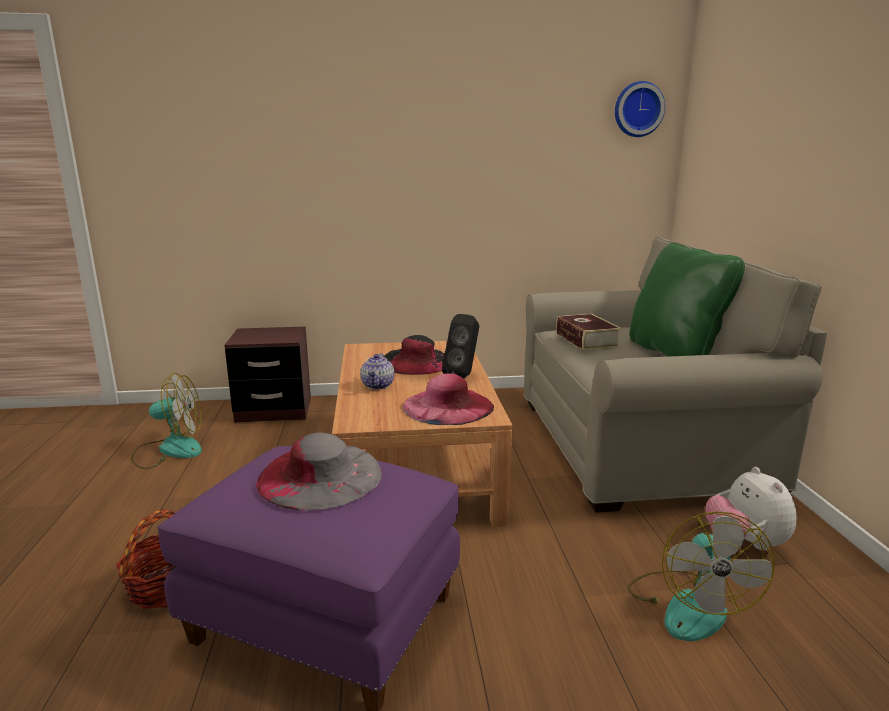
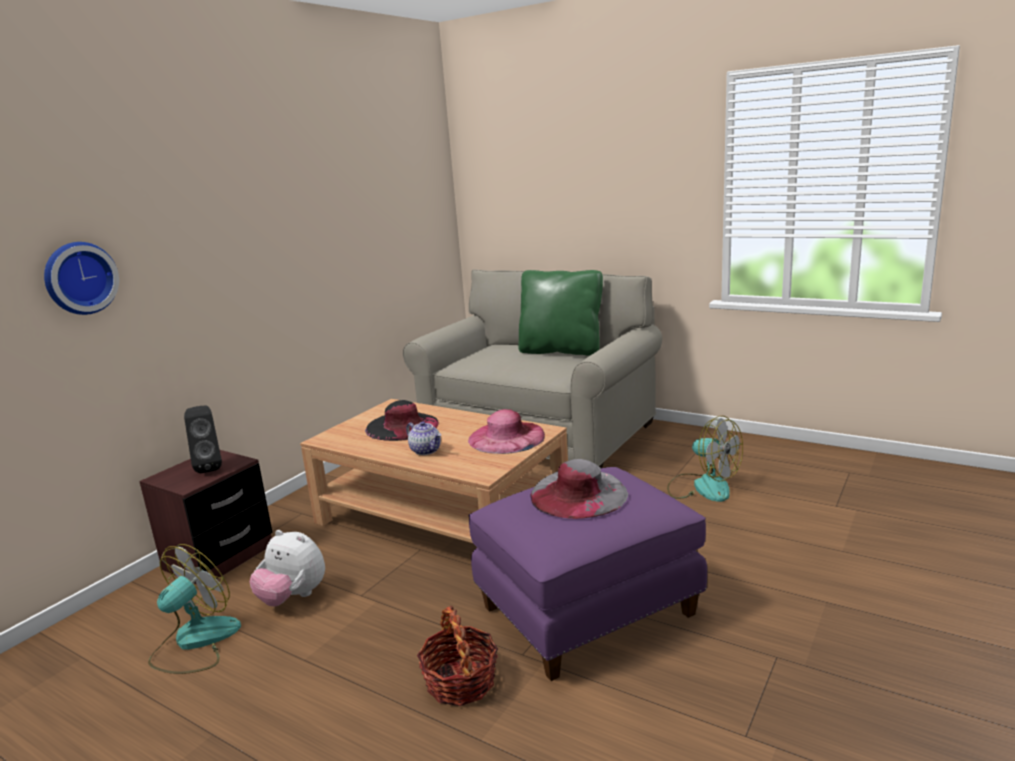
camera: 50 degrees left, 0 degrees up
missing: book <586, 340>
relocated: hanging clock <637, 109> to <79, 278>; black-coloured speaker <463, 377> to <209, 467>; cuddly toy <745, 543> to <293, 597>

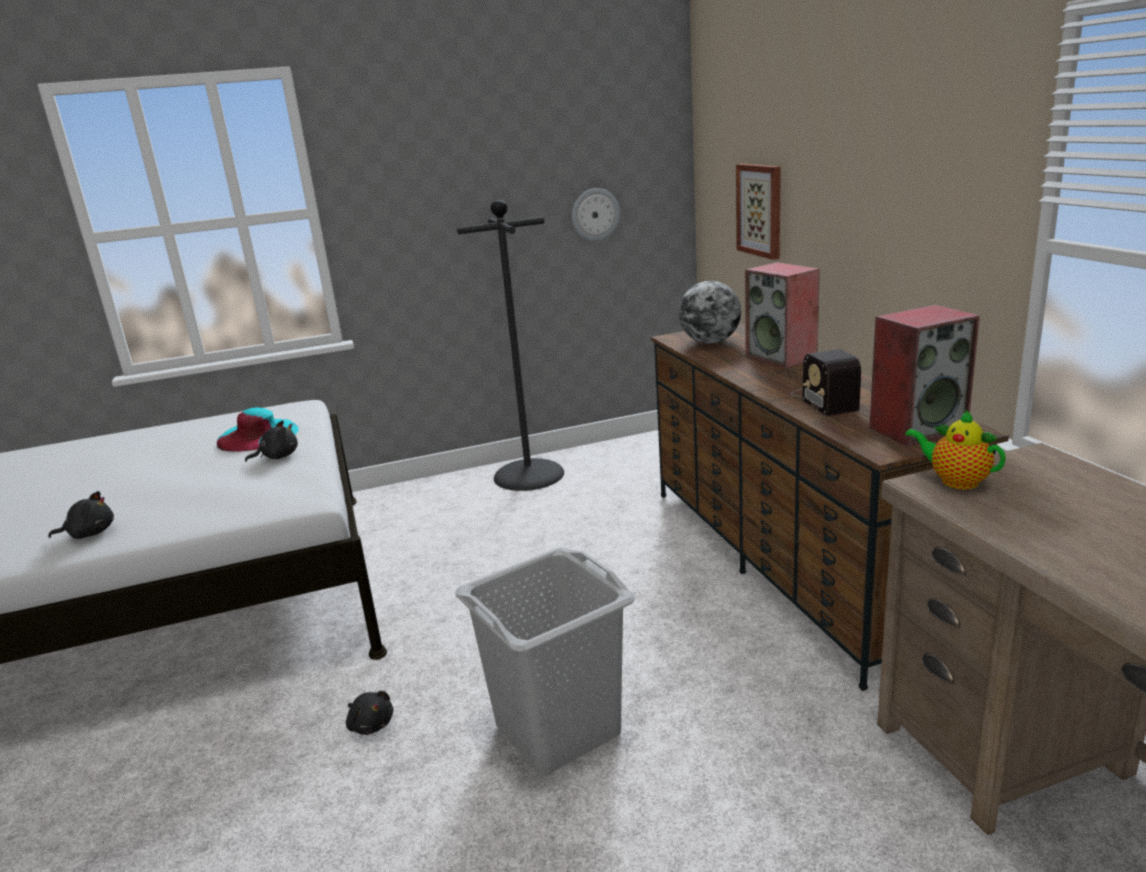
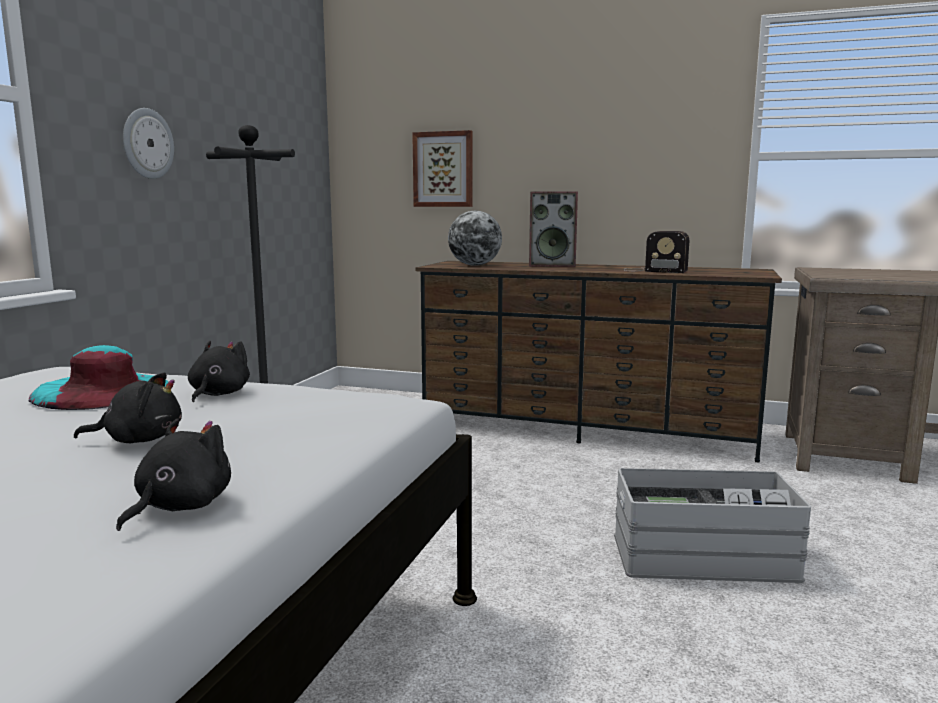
camera: 55 degrees left, 10 degrees down
missing: speaker <917, 428>; tea pot <955, 481>
relocated: hanging clock <595, 214> to <147, 143>; black-coloured cuddly toy <371, 724> to <139, 440>
exchanged: gray hamper <559, 729> to gray storage container <703, 555>

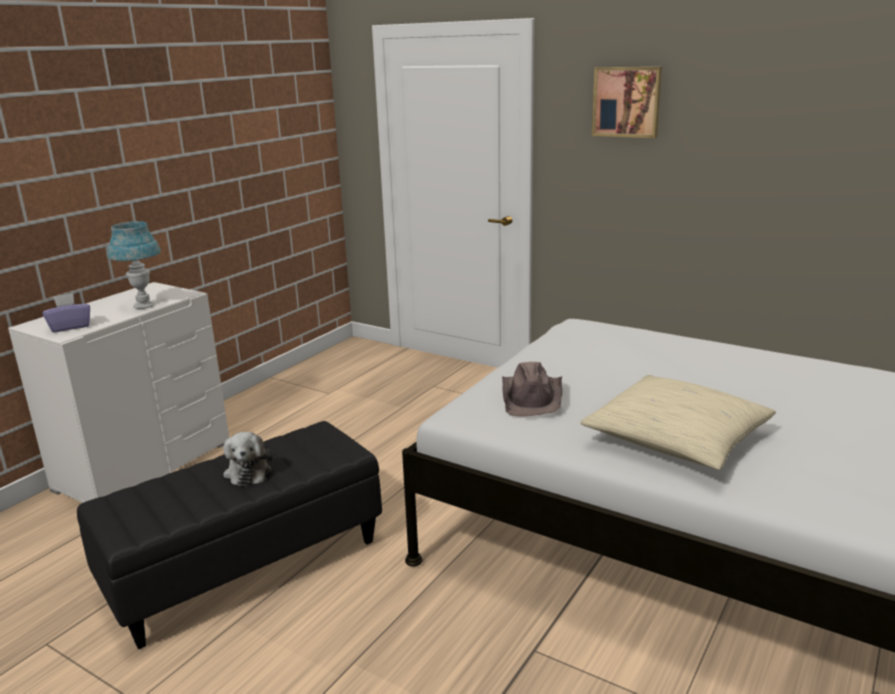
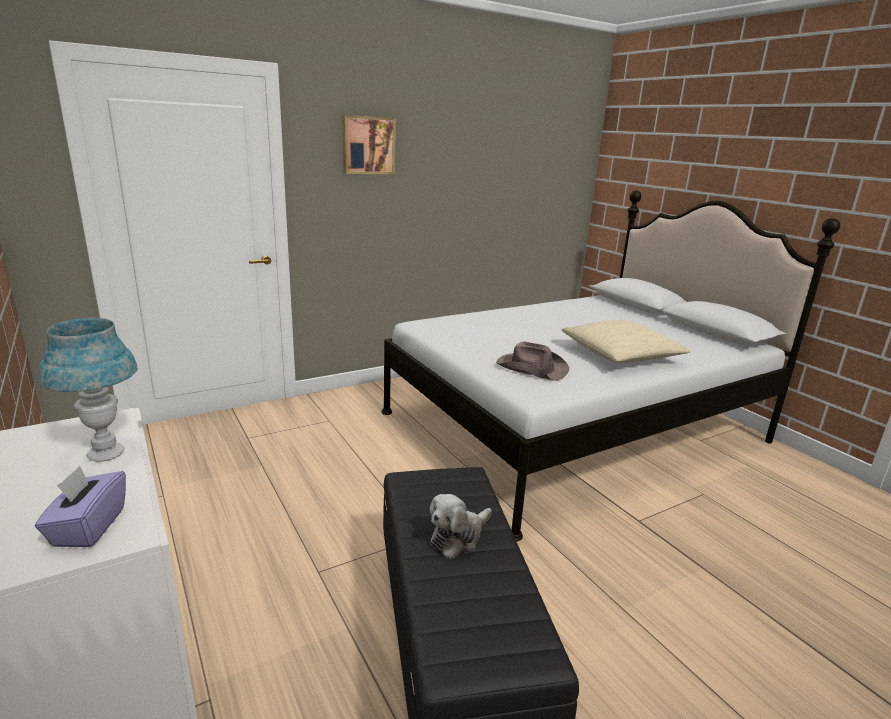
camera: 65 degrees left, 0 degrees up
spun: cuddly toy <248, 471> = <458, 537> 120 degrees clockwise

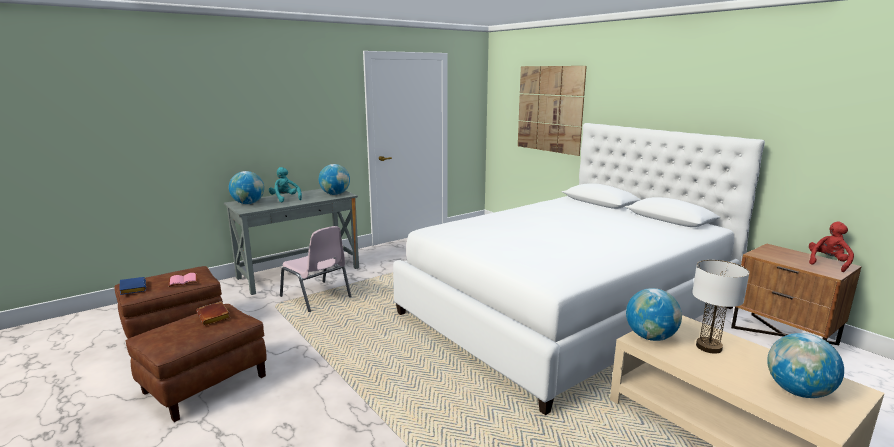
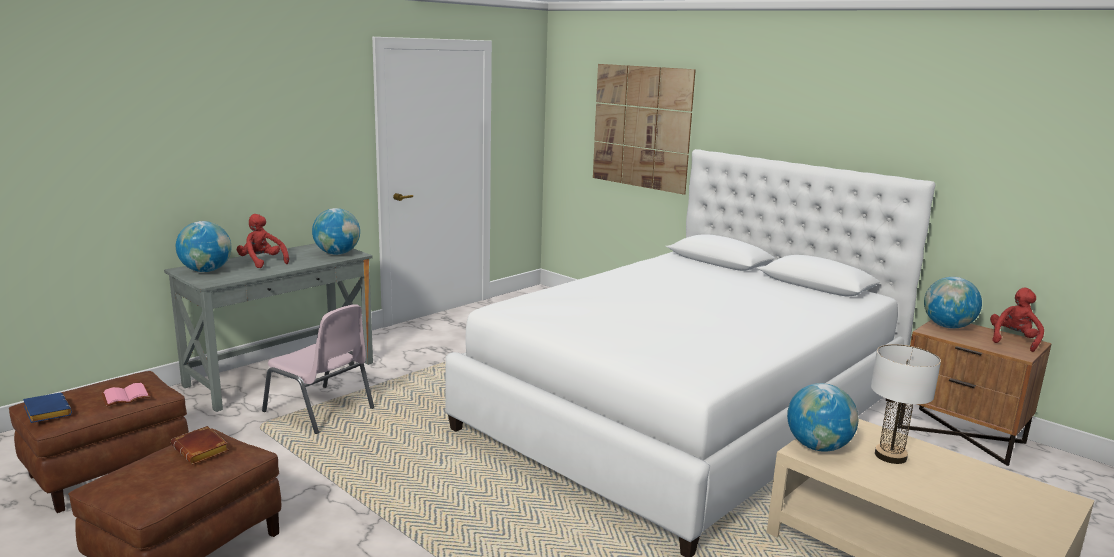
camera: 10 degrees left, 0 degrees up
relocated: desk globe <797, 392> to <947, 326>
colour: turquoise cuddly toy <285, 199> to red cuddly toy <262, 262>

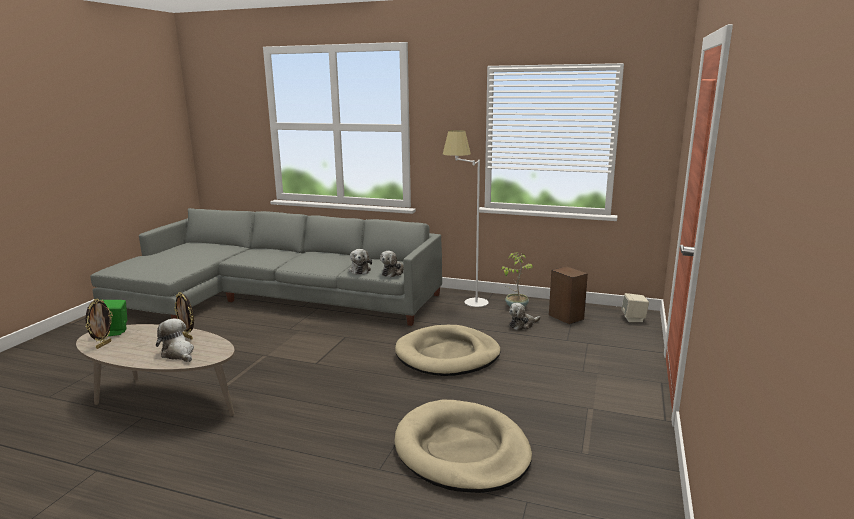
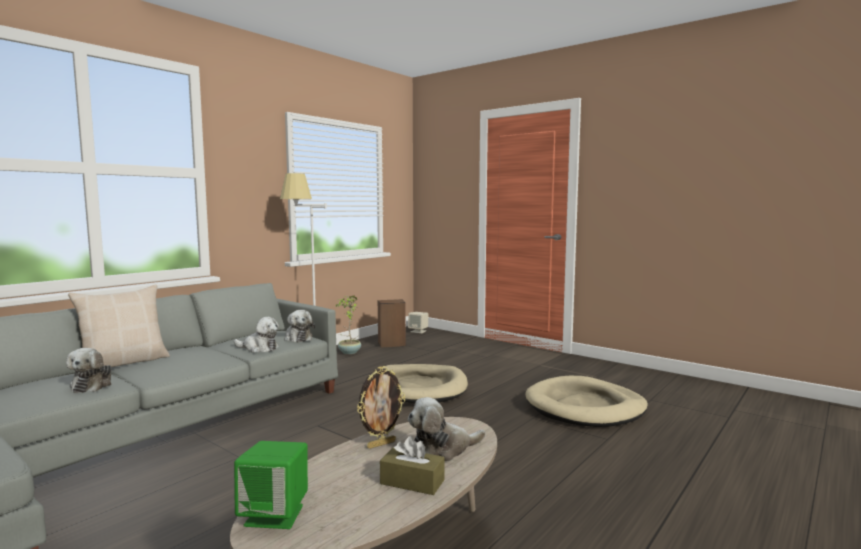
camera: 70 degrees left, 10 degrees down
missing: picture frame <103, 345>
appeared: beige pillow <124, 362>; brown-coloured tissue holder <412, 482>
relocated: cuddly toy <522, 325> to <93, 385>

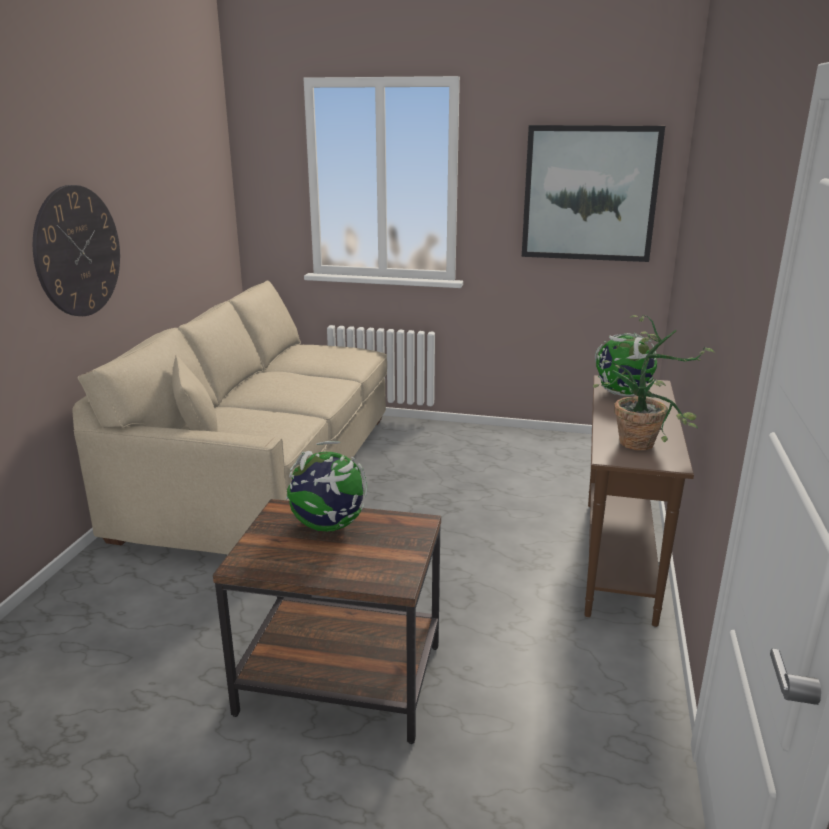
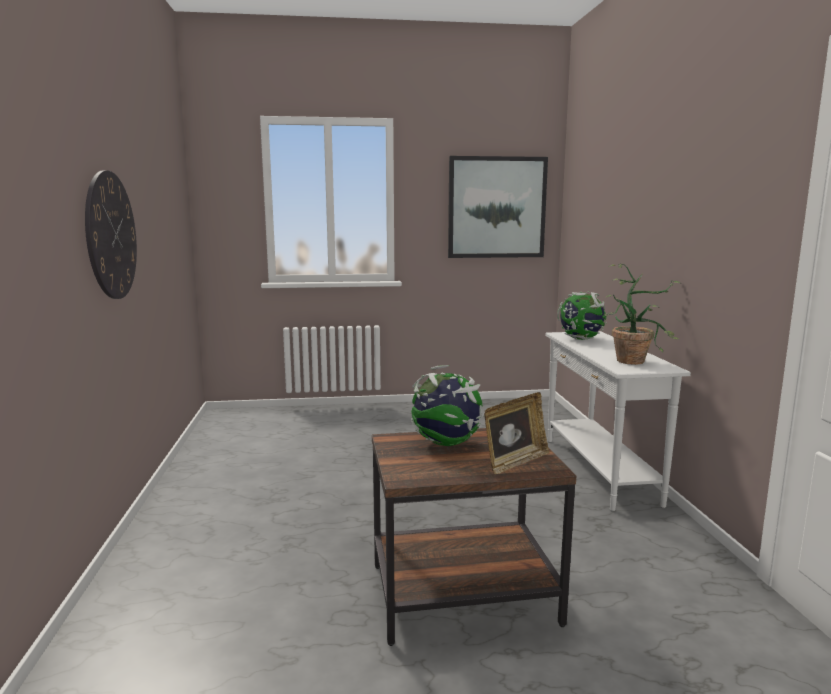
camera: 20 degrees left, 10 degrees down
missing: beige couch <266, 470>
appeared: picture frame <514, 462>
colour: brown-coloured hall table <620, 559> to white-coloured hall table <601, 471>

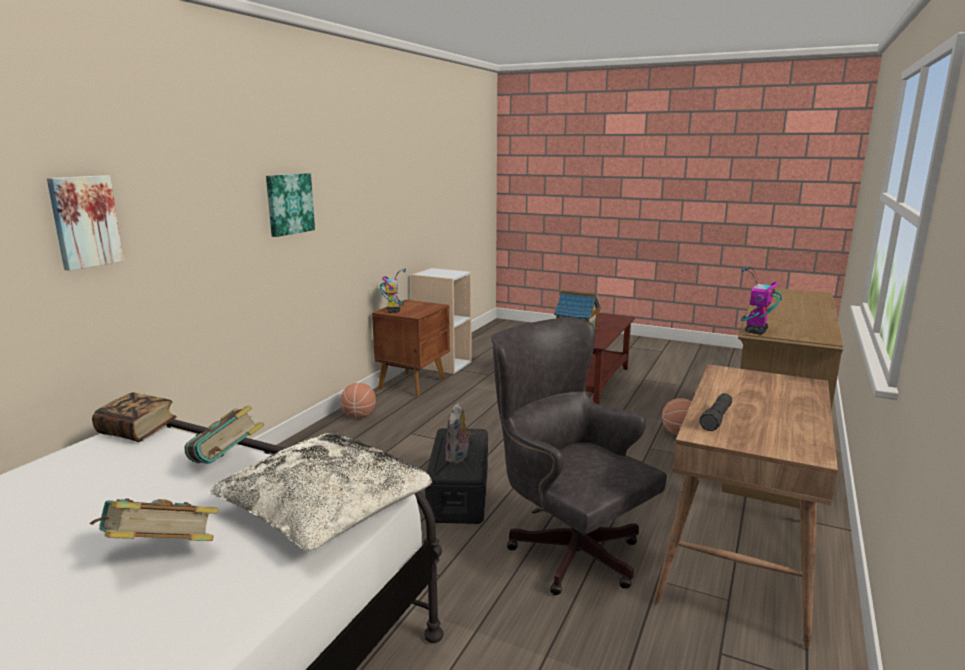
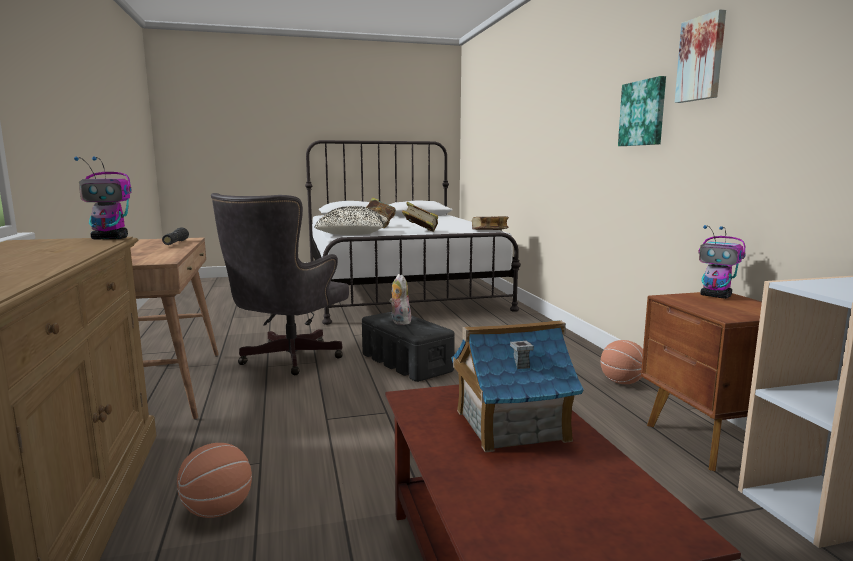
camera: 140 degrees right, 5 degrees down
relocated: wall picture <84, 221> to <702, 59>
spun: robot figure <756, 331> = <111, 238> 90 degrees clockwise; gray desk chair <569, 550> = <288, 360> 105 degrees clockwise

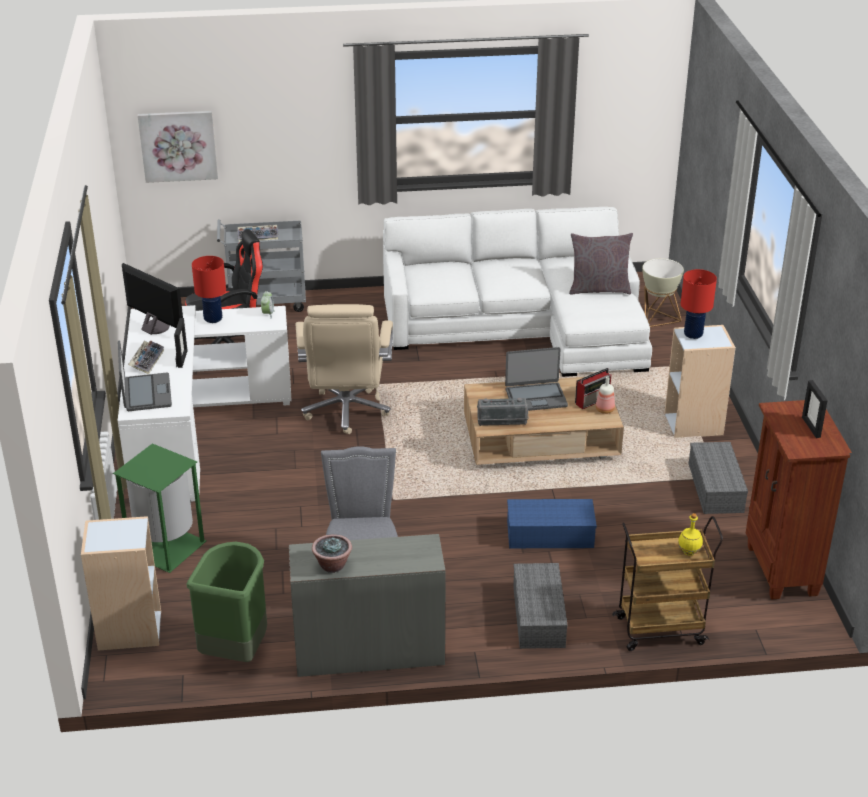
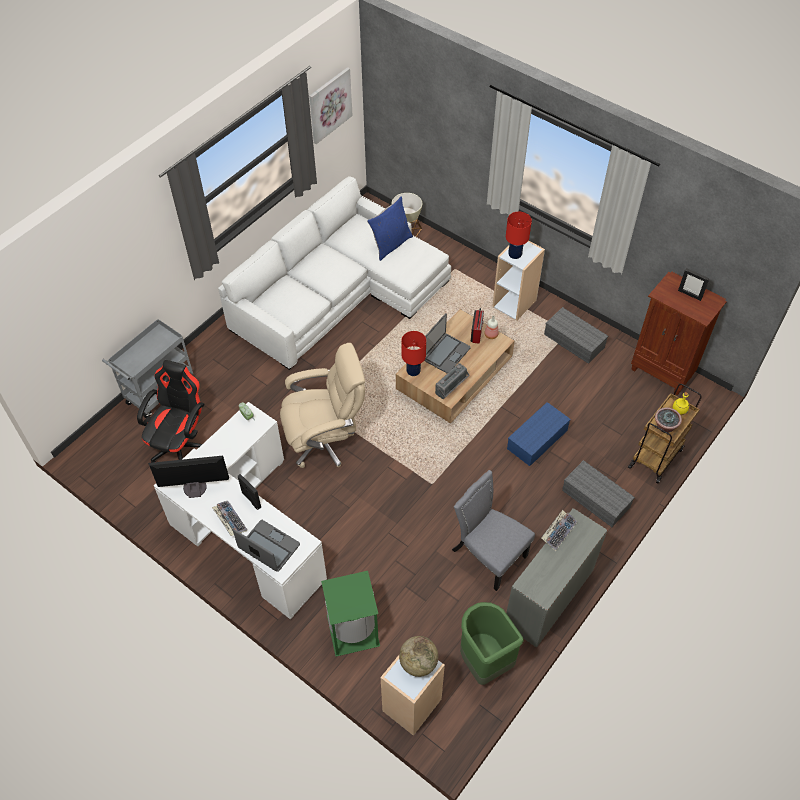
camera: 45 degrees left, 20 degrees up
appeared: desk globe <418, 663>
relocated: wall picture <178, 145> to <329, 105>; computer keyboard <258, 236> to <558, 531>; red table lamp <213, 320> to <413, 372>; houseplant <332, 565> to <664, 427>
colour: gray pillow <599, 289> to blue pillow <390, 244>
spun: beige desk chair <346, 414> = <325, 442> 60 degrees counterclockwise

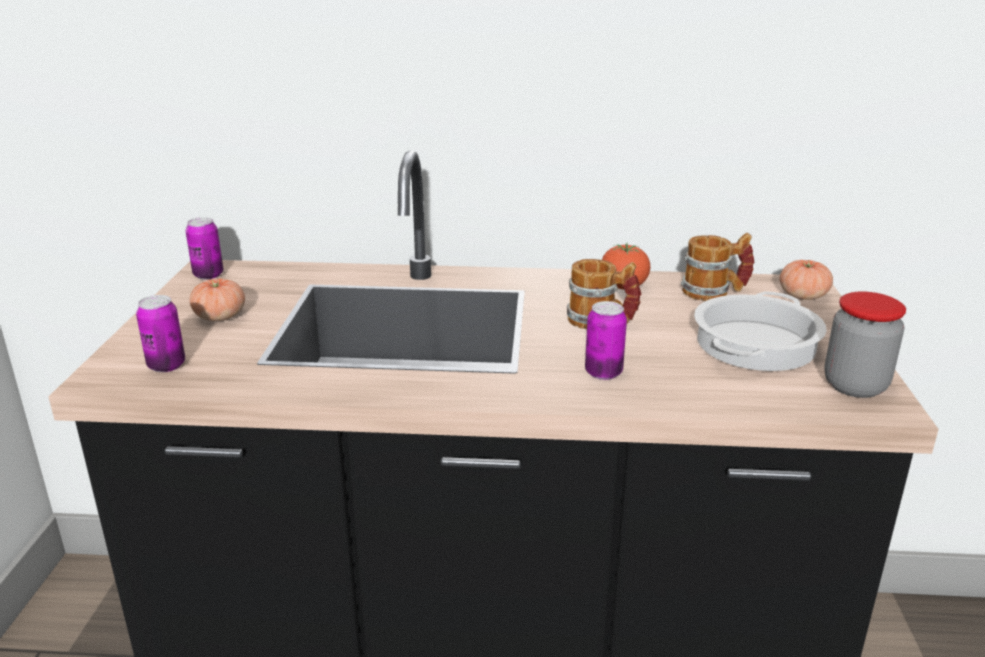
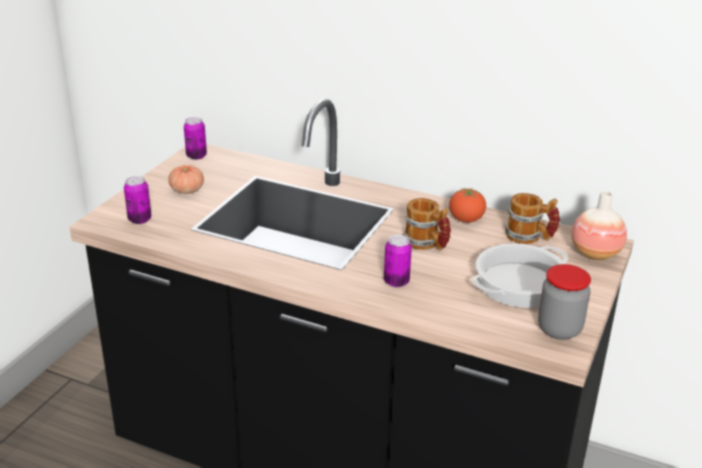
camera: 20 degrees right, 5 degrees up
exchanged: tomato <803, 296> to flower vase <595, 253>

